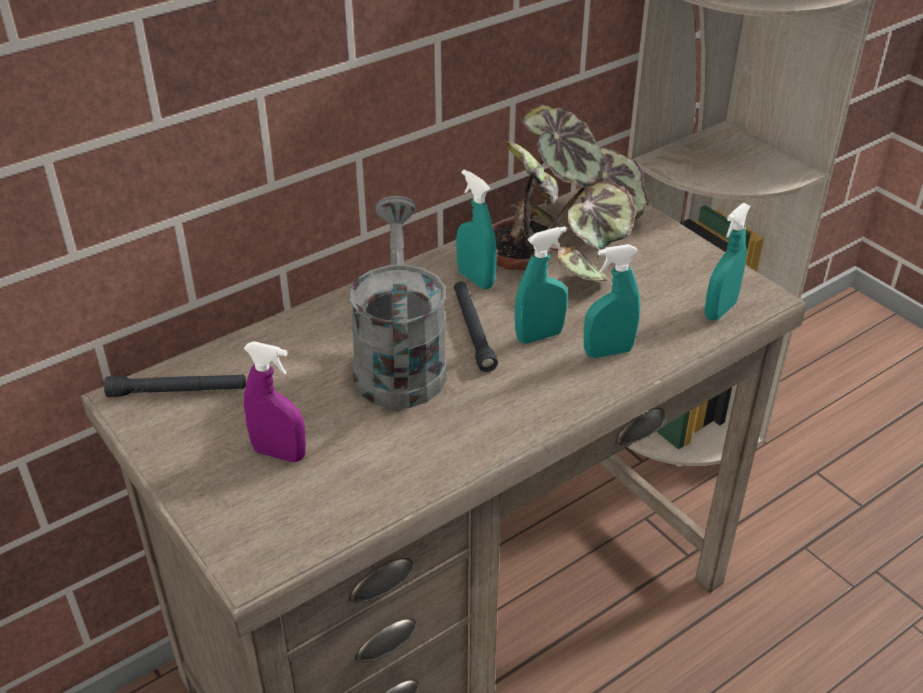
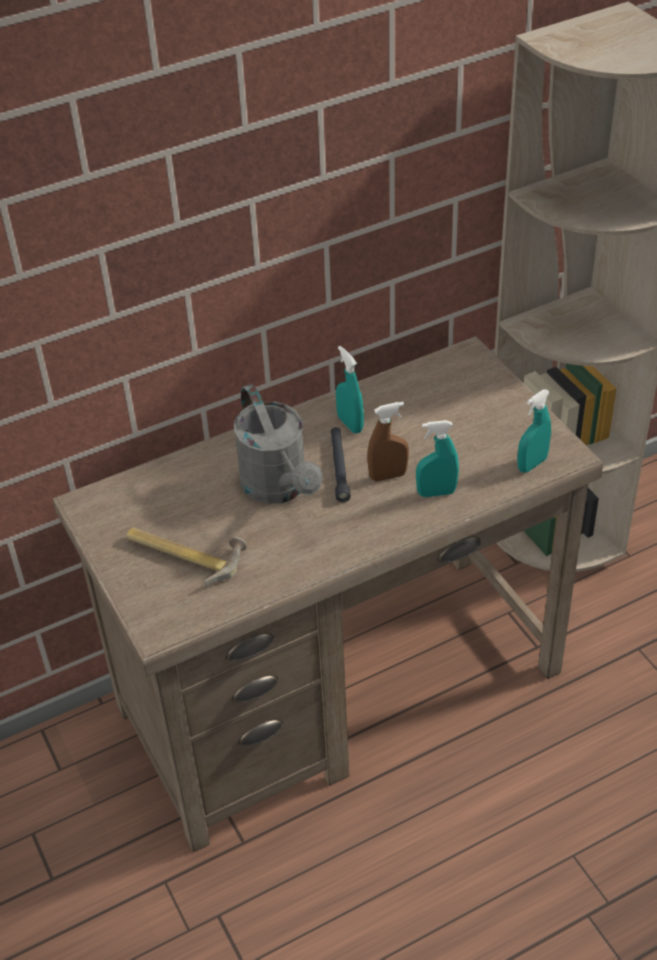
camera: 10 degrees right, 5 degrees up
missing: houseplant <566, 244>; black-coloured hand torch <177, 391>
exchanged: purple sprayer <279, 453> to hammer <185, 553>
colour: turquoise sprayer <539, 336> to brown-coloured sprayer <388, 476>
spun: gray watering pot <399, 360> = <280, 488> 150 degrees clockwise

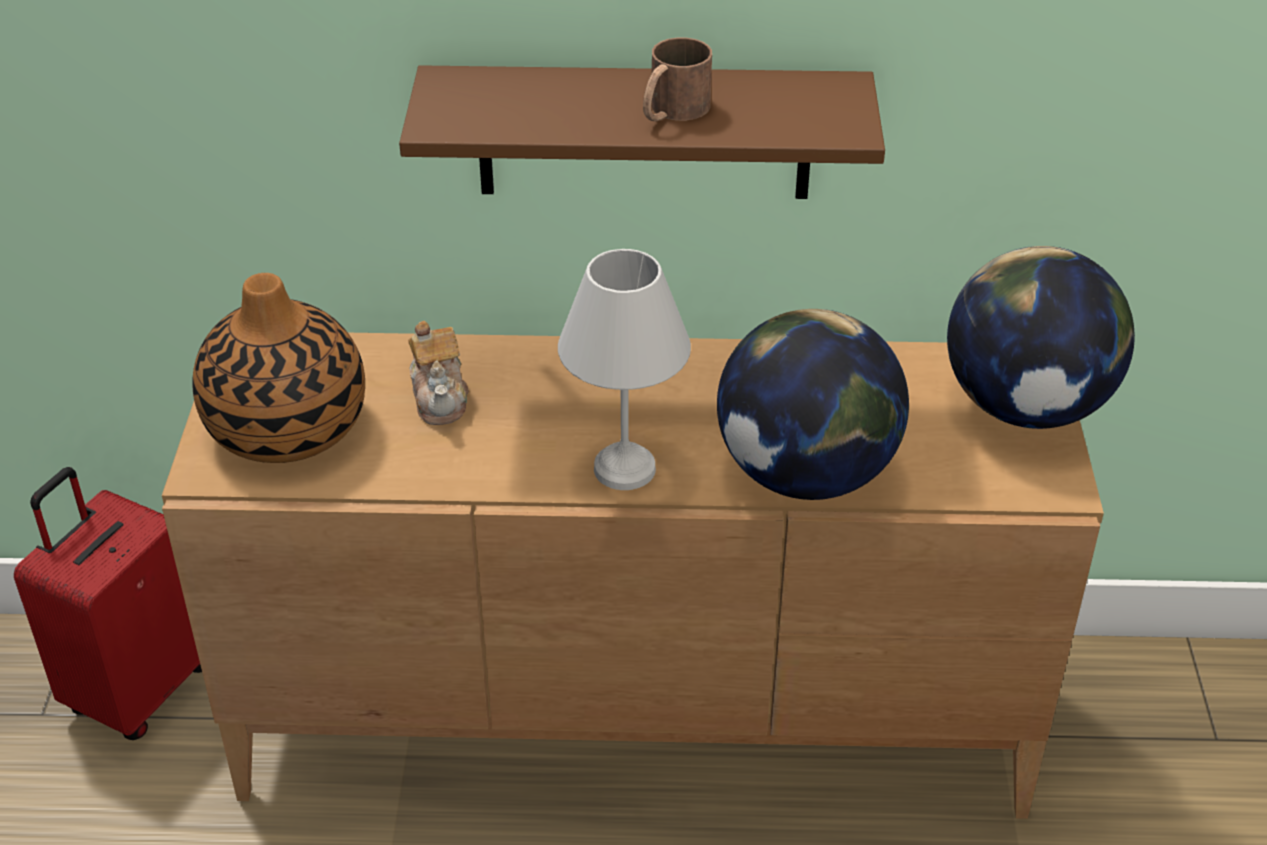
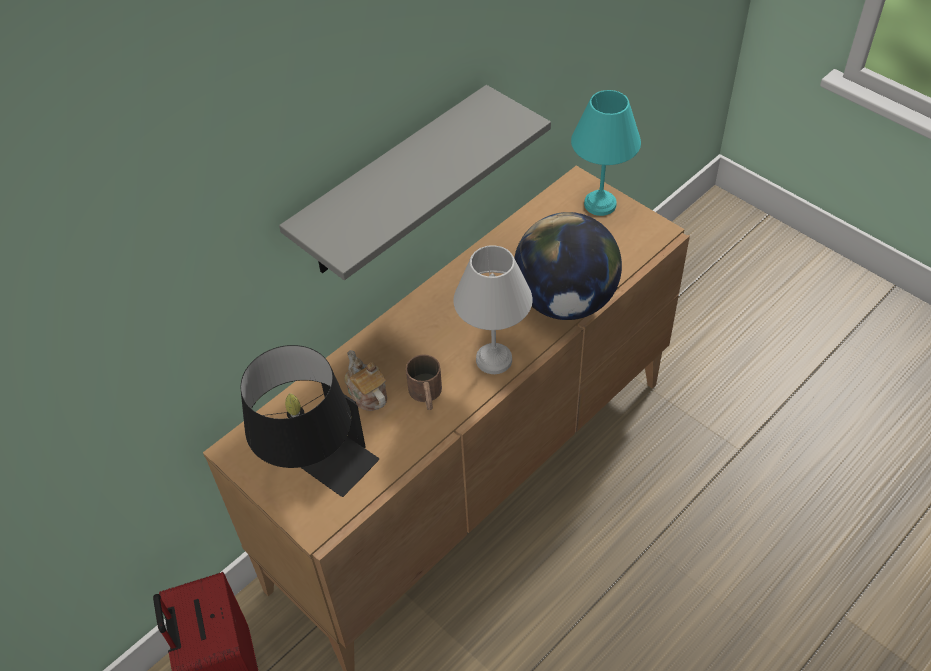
camera: 45 degrees left, 10 degrees up
relocated: brown-coloured coffee mug <671, 111> to <426, 395>
exchanged: desk globe <1026, 407> to turquoise table lamp <601, 204>; flower vase <286, 426> to black-coloured table lamp <317, 469>
colour: brown-coloured shelf <644, 132> to gray shelf <392, 184>
spun: tea pot <440, 397> = <366, 394> 150 degrees counterclockwise

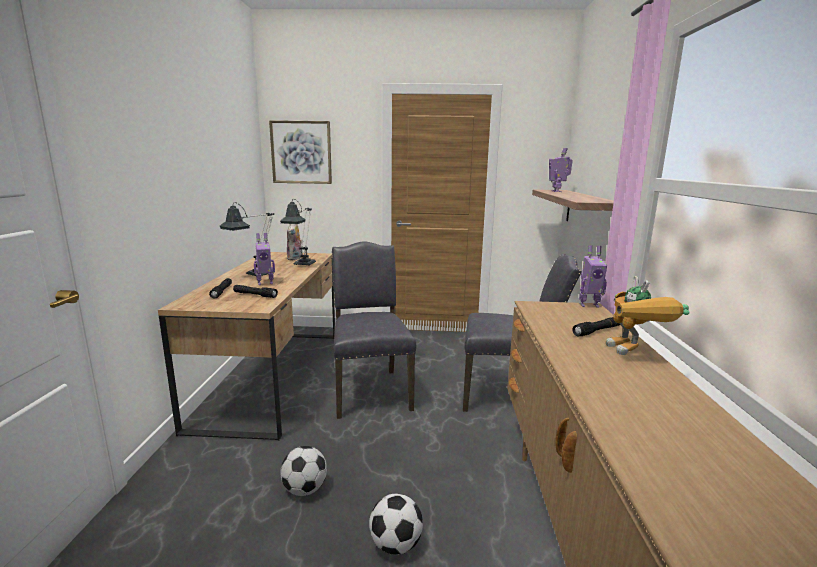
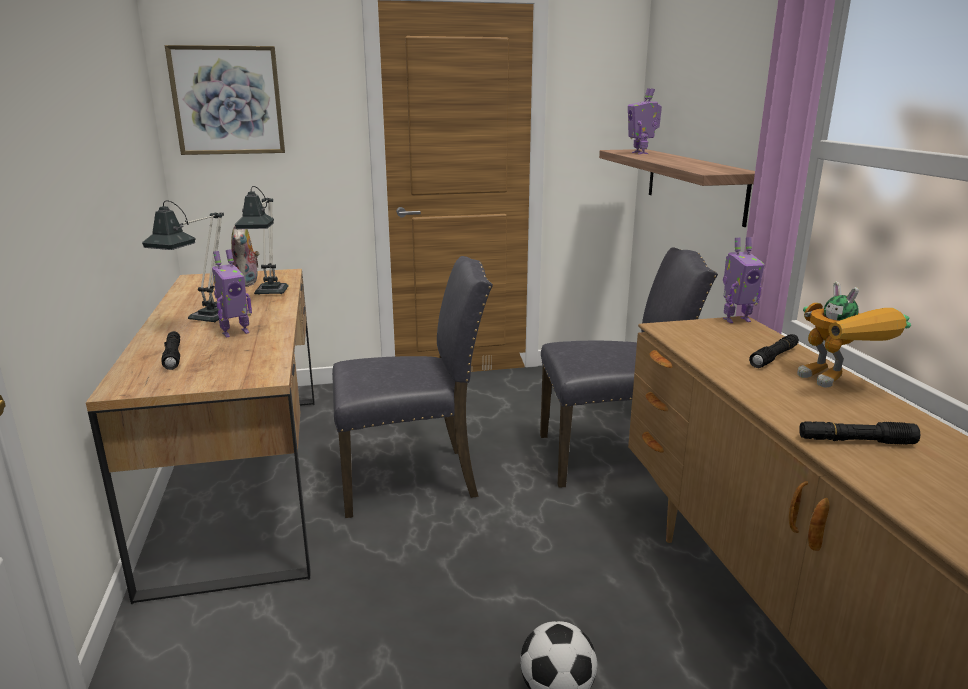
camera: 15 degrees left, 5 degrees up
missing: ball for football <304, 490>
relocated: black-coloured hand torch <255, 295> to <855, 441>
spun: gray chair <370, 390> = <412, 478> 105 degrees clockwise

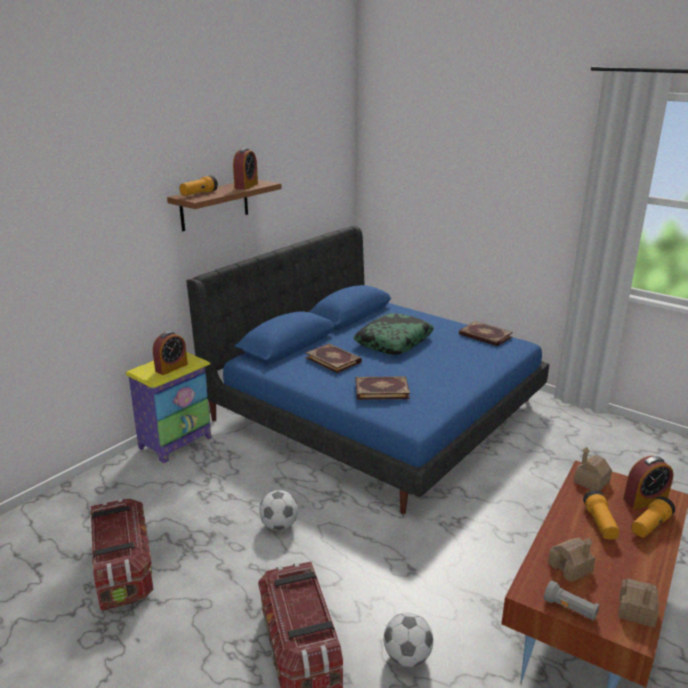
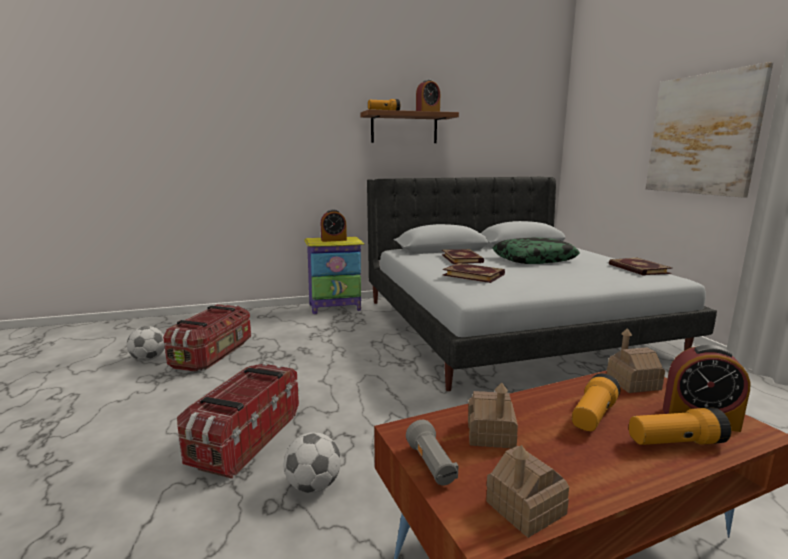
camera: 35 degrees right, 10 degrees down
appeared: wall picture <702, 135>
relocated: ball for football <279, 525> to <148, 359>
colour: blue bedroom bed <375, 410> to gray bedroom bed <508, 325>

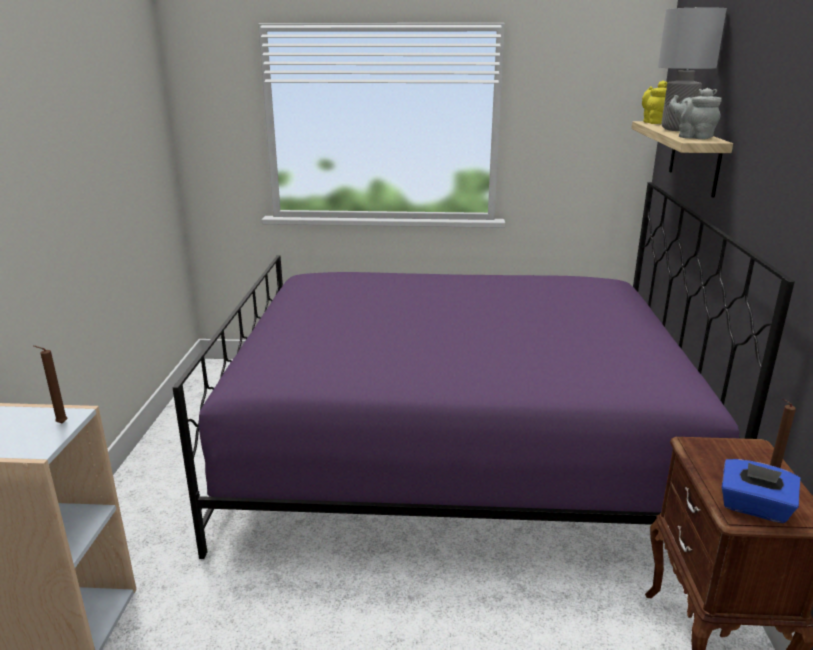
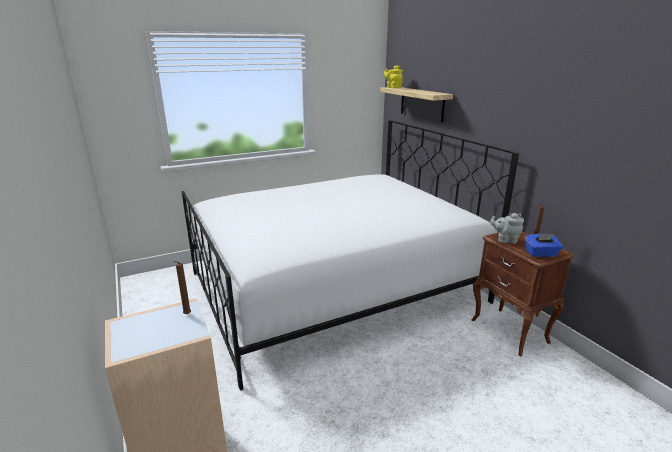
camera: 30 degrees left, 0 degrees up
missing: gray table lamp <676, 130>
relocated: gray tea pot <692, 137> to <505, 240>
colour: purple bedroom bed <455, 454> to white-coloured bedroom bed <335, 286>

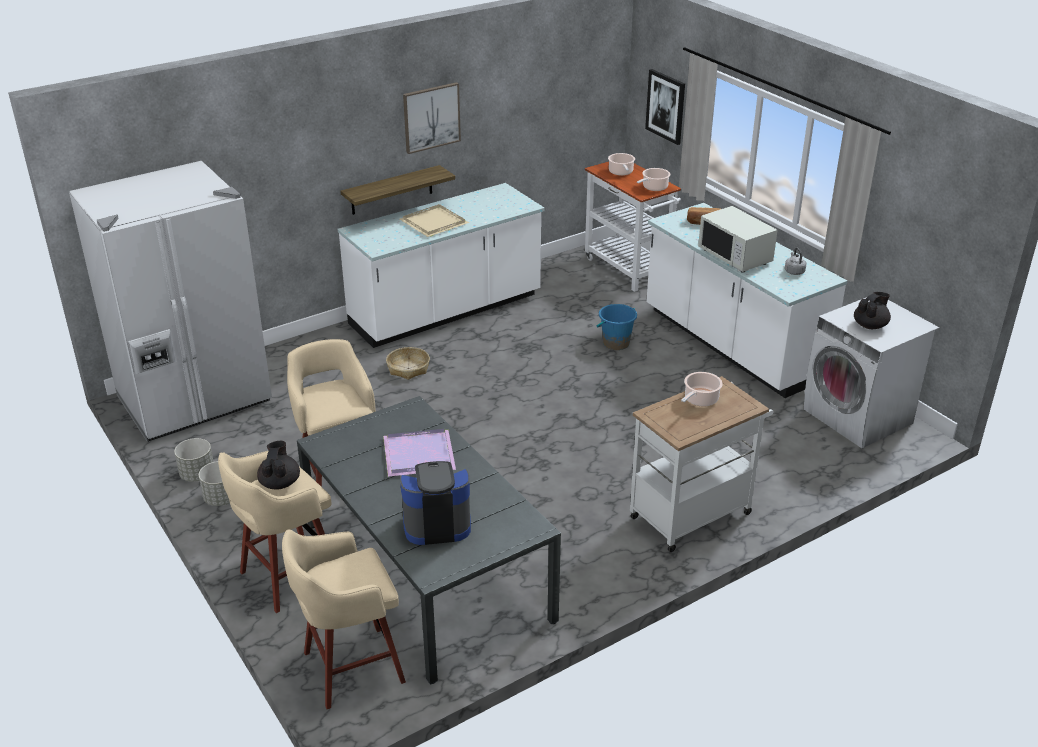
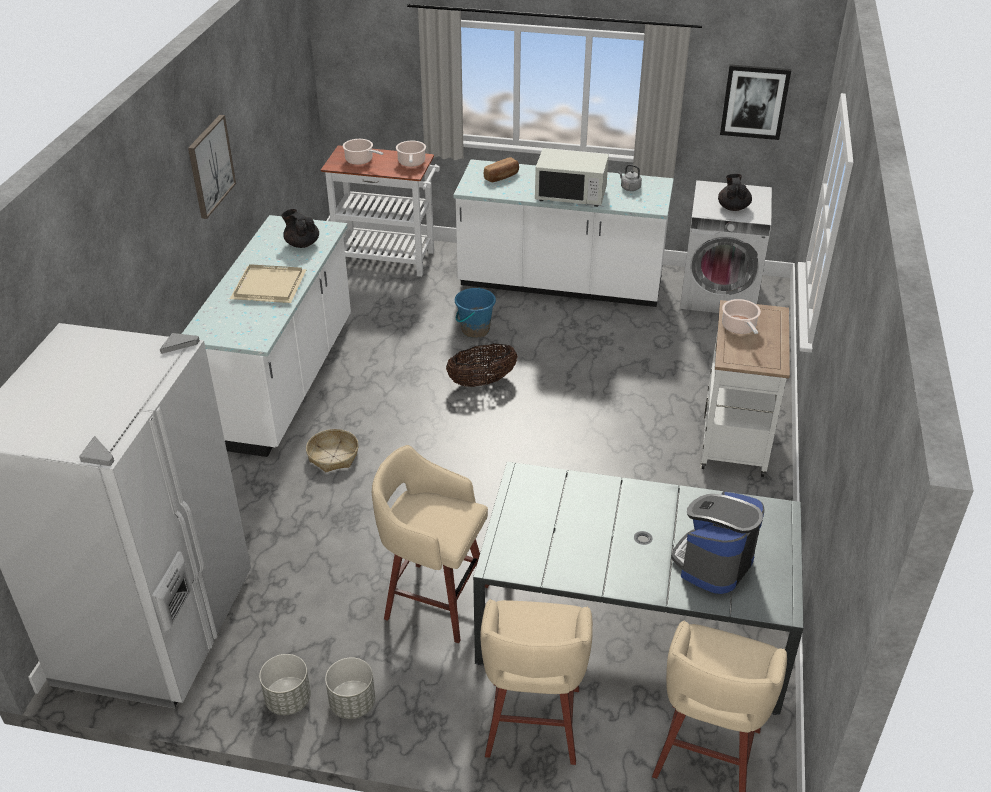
camera: 45 degrees left, 5 degrees up
missing: shelf <391, 190>; purple tray <420, 454>
appeared: basket <482, 382>
relocated: wall picture <666, 106> to <754, 101>; black-coloured tea pot <280, 482> to <302, 244>

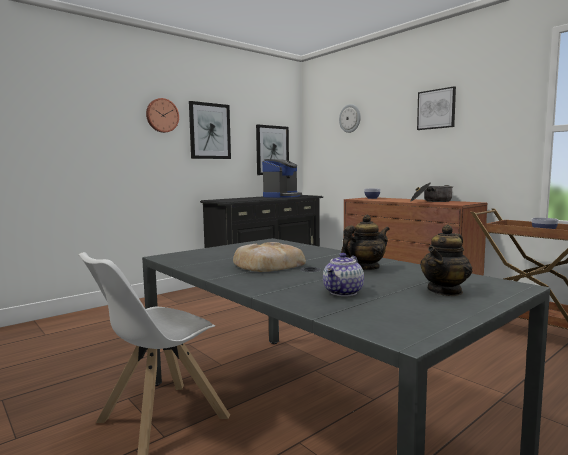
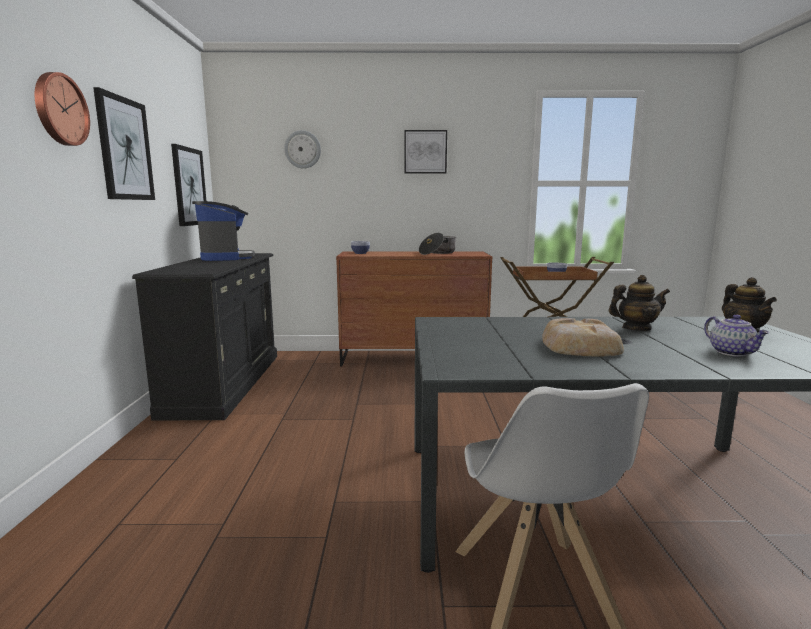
camera: 50 degrees left, 5 degrees up
spun: tea pot <365, 268> = <636, 329> 75 degrees clockwise

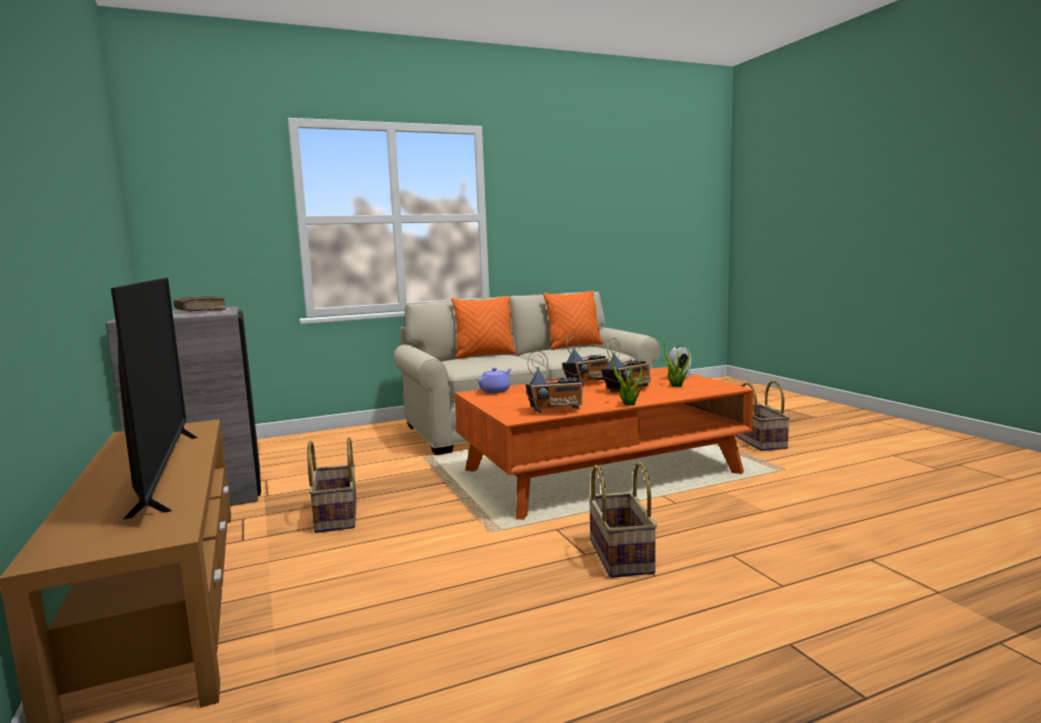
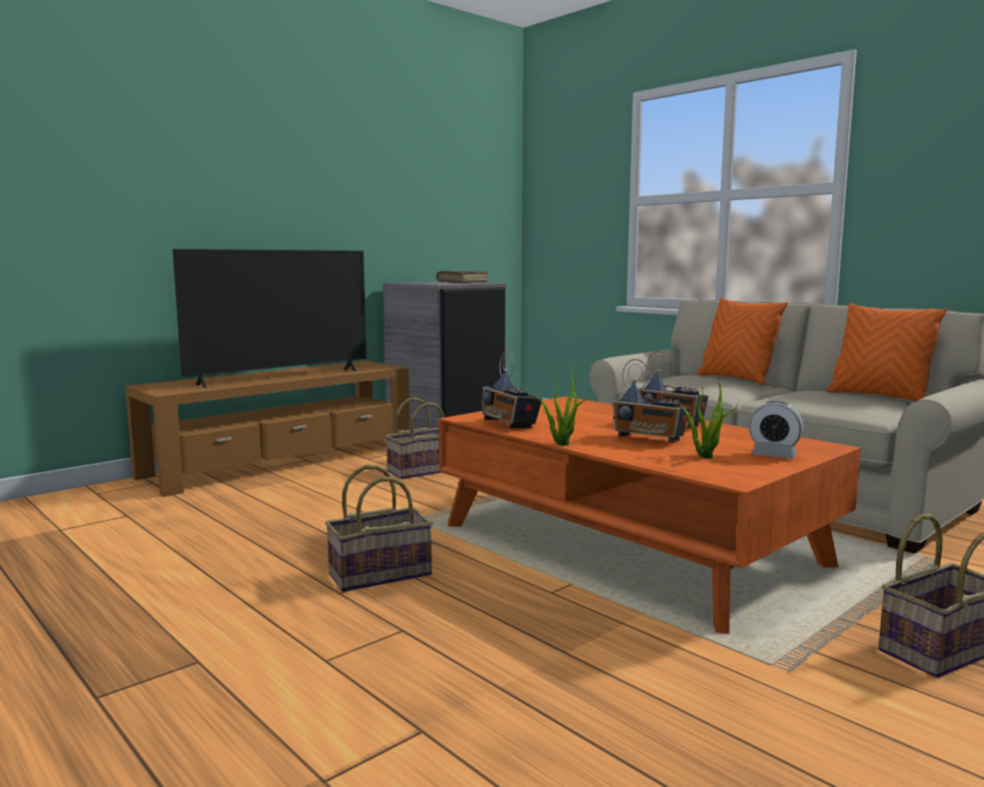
camera: 70 degrees right, 0 degrees up
missing: purple tea pot <496, 391>

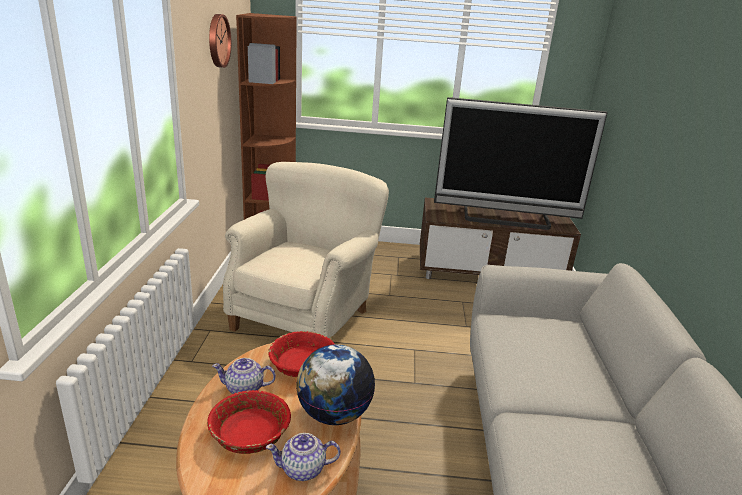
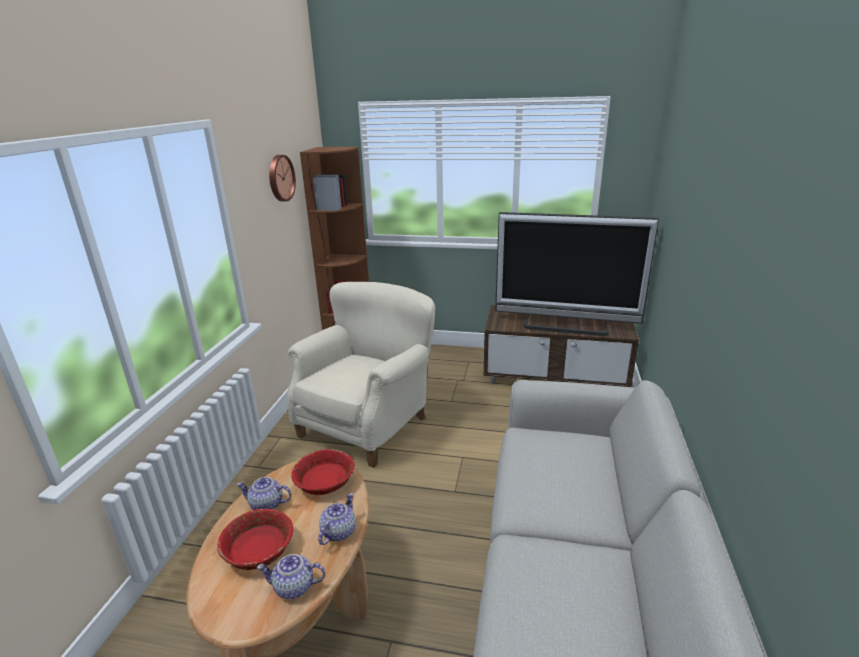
camera: 10 degrees right, 0 degrees up
exchanged: desk globe <334, 414> to tea pot <338, 532>

